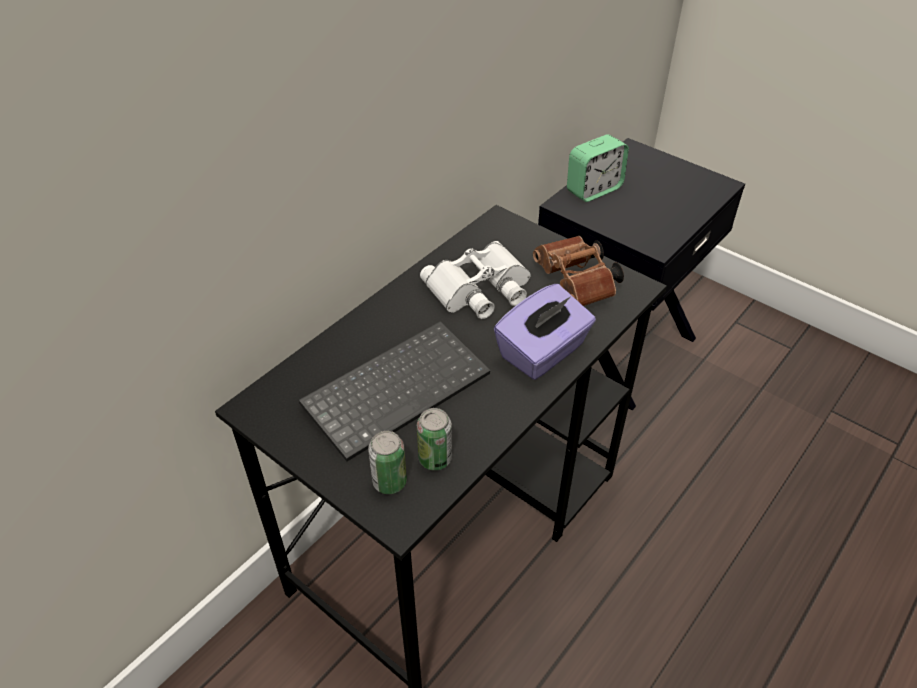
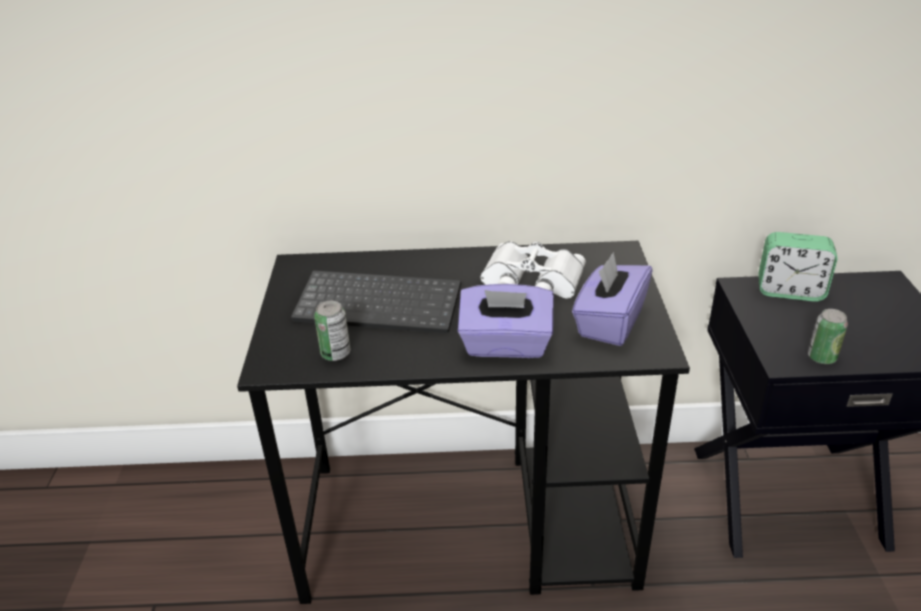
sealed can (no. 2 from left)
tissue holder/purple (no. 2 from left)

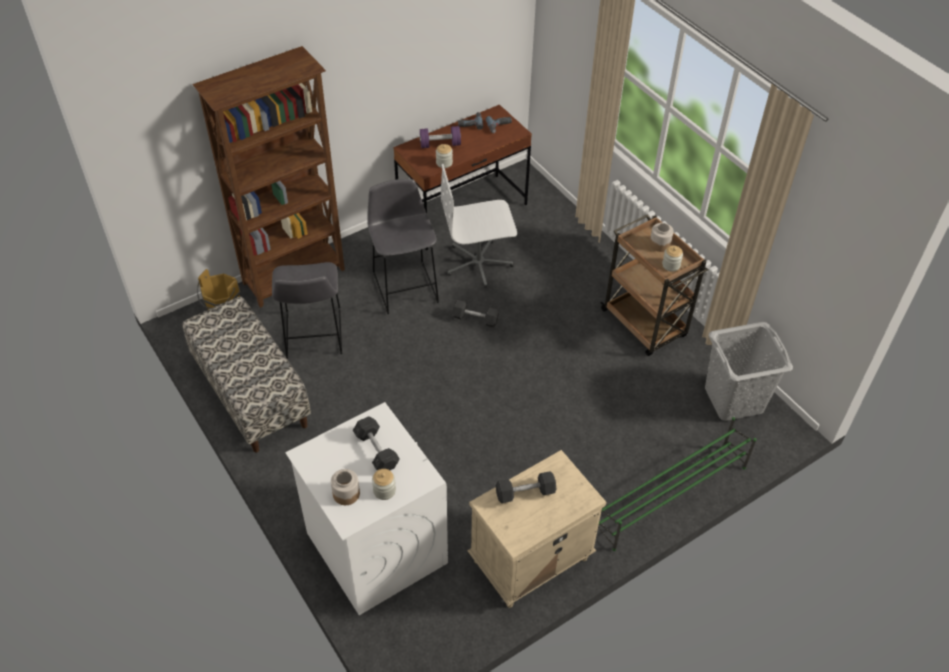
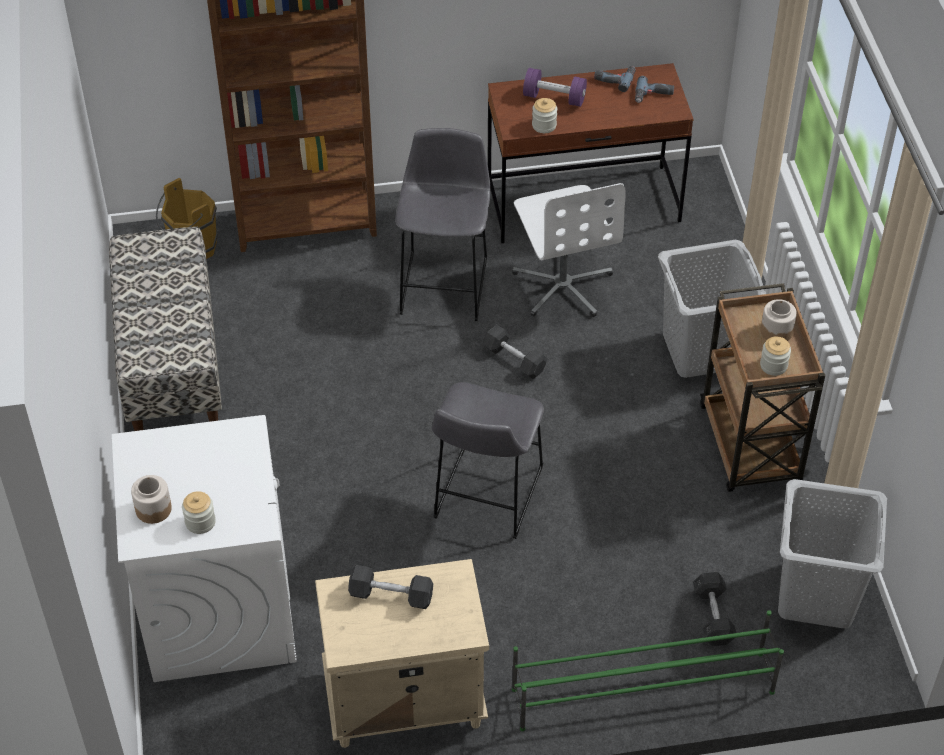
sitting stool/gray (no. 2 from left)
hand weight/gray (no. 3 from left)
office chair/whitish
laundry basket/gray (no. 1 from left)

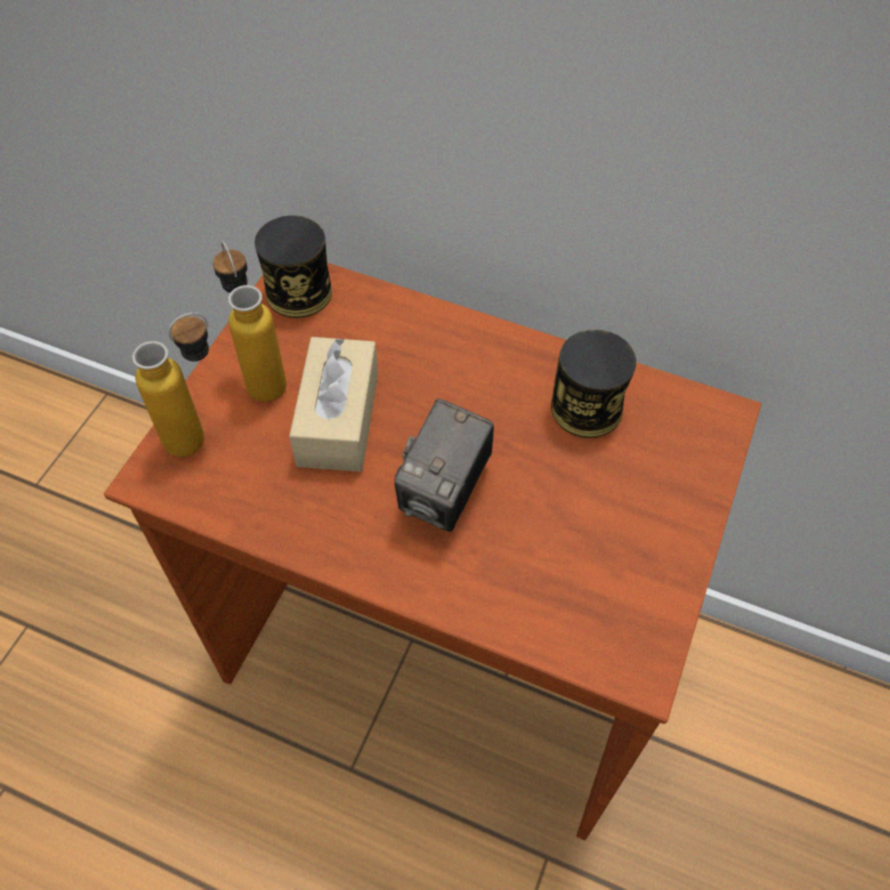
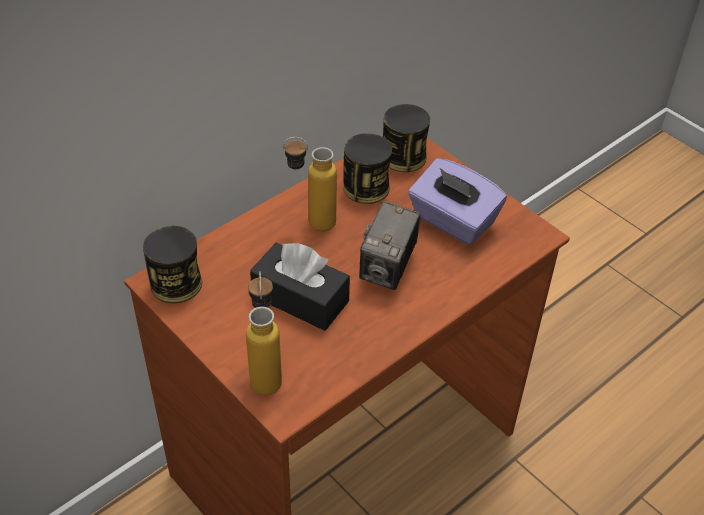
bottle (no. 2 from left)
tissue holder/blackish
still camera
sealed can (no. 3 from left)
tissue holder/purple

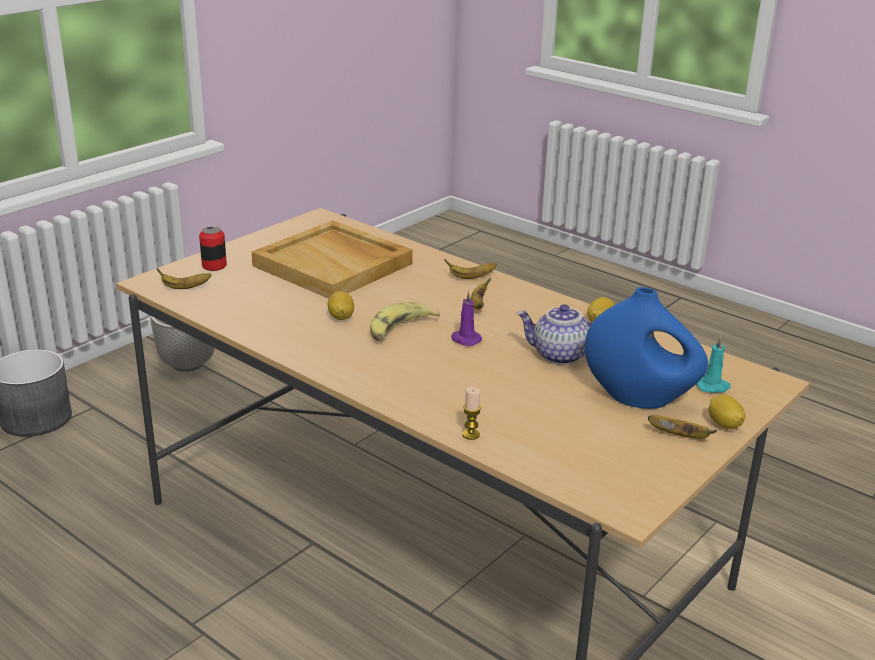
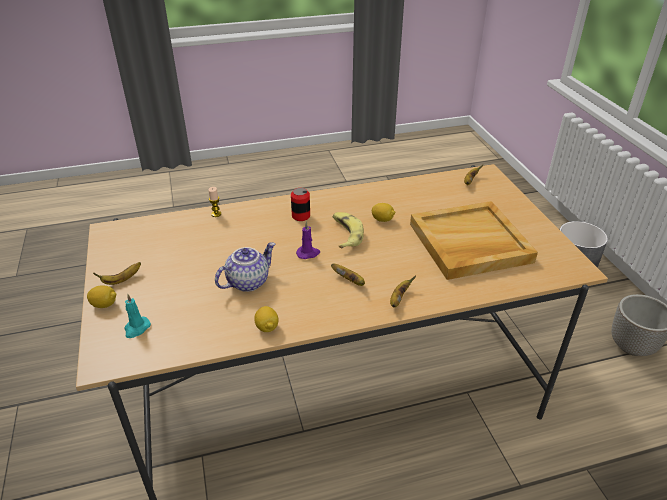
sealed can
vase/blue

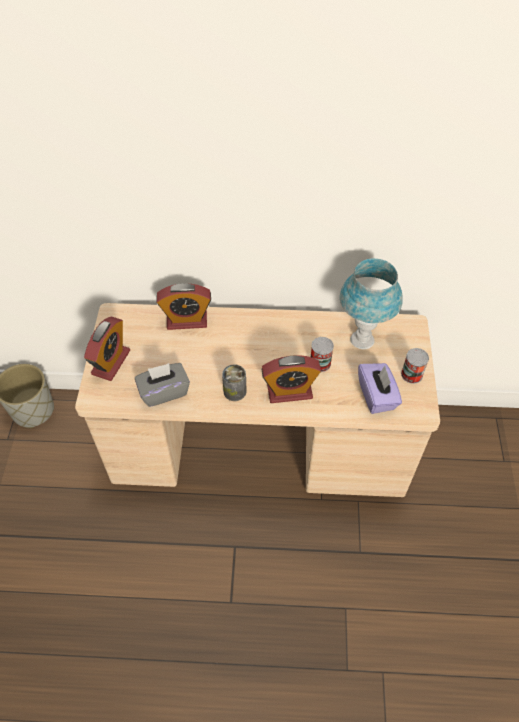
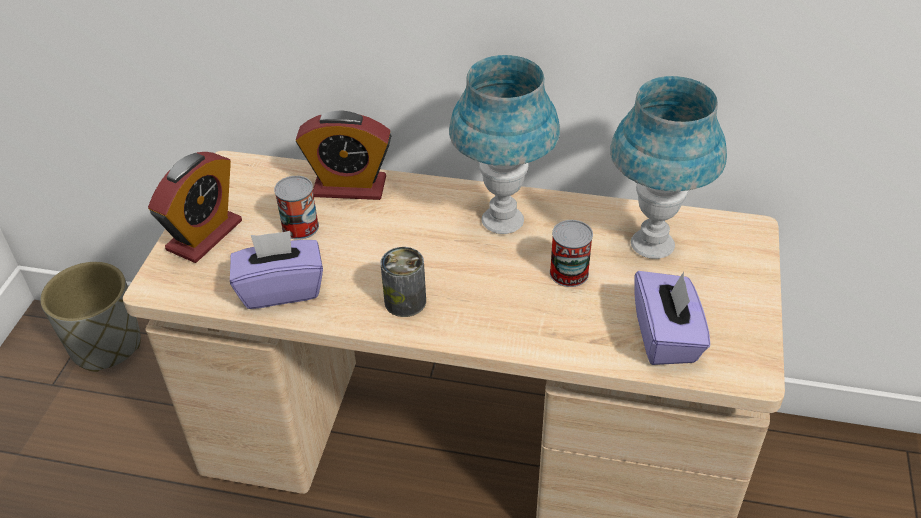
tissue holder/purple (no. 1 from left)
bedside clock (no. 3 from left in the first image)
sealed can (no. 1 from left)
tabletop lamp/blue (no. 1 from left)

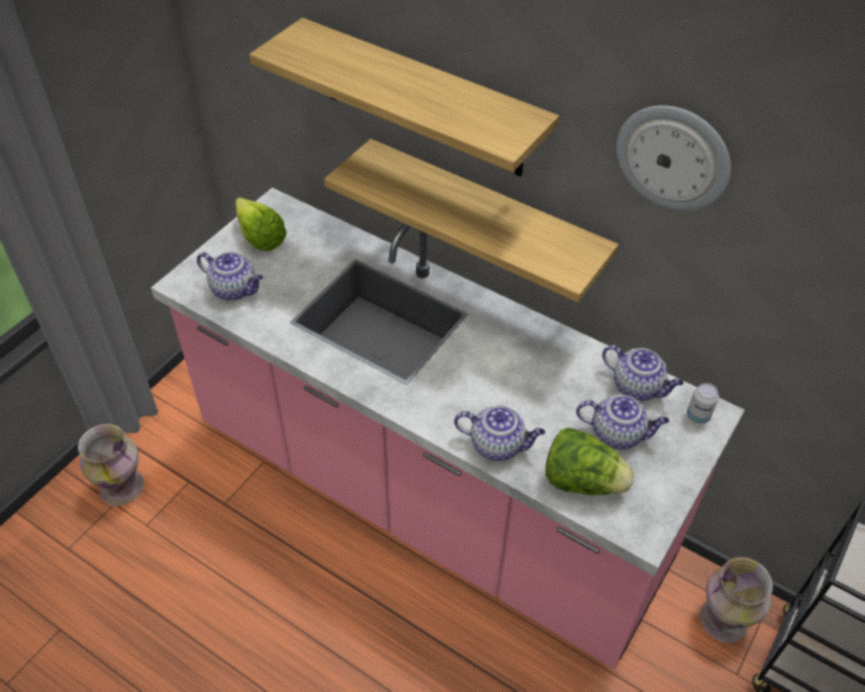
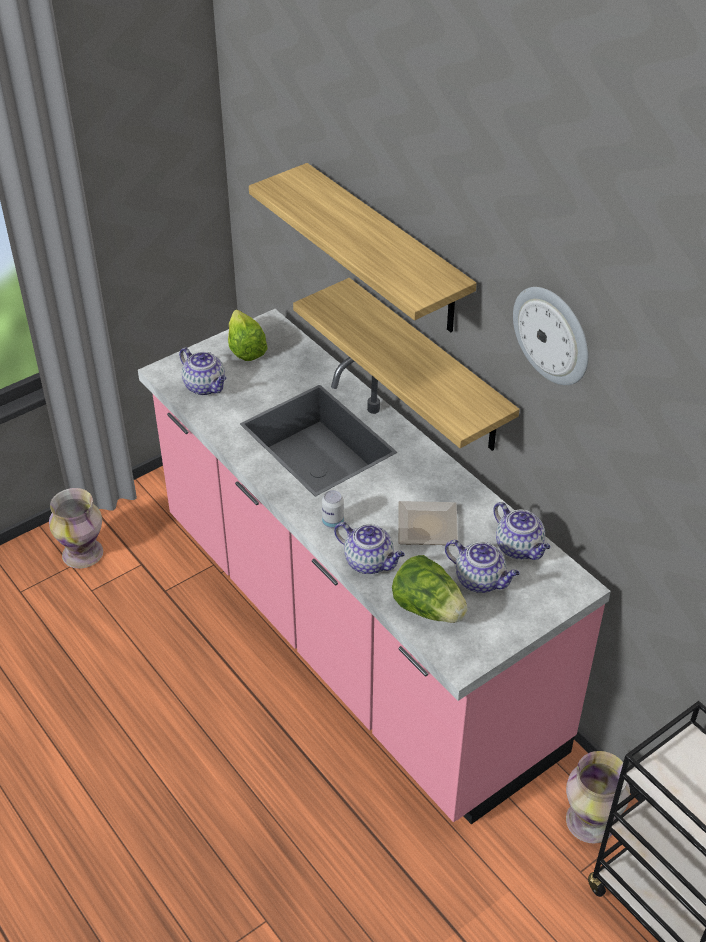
sealed can
flat dish

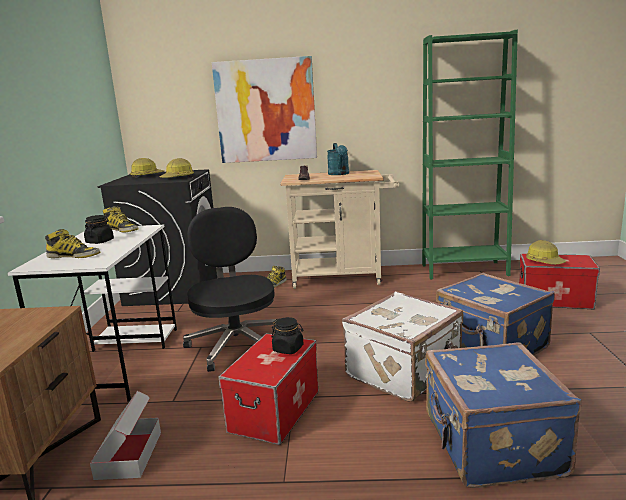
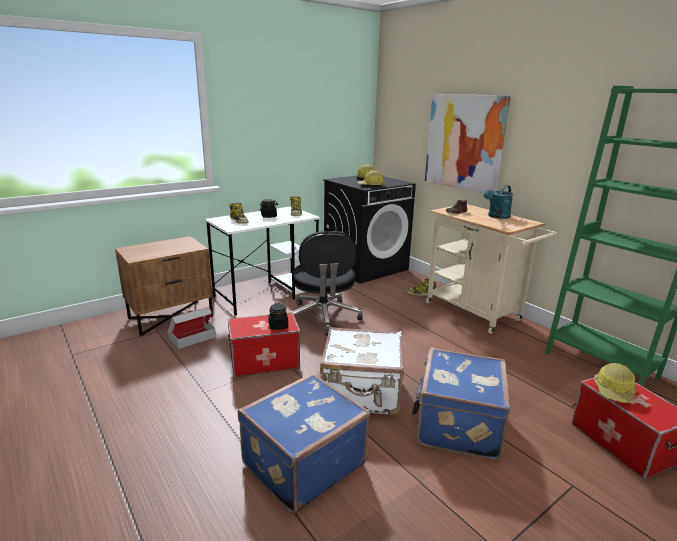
office chair/blackish

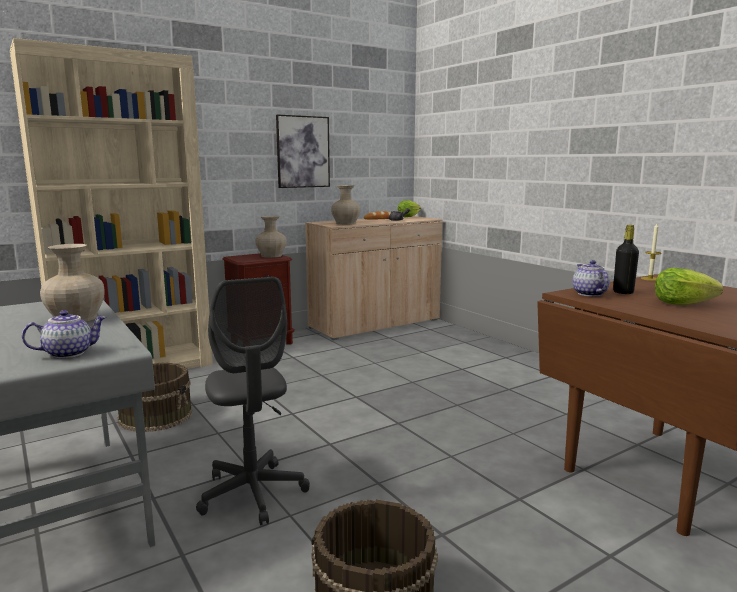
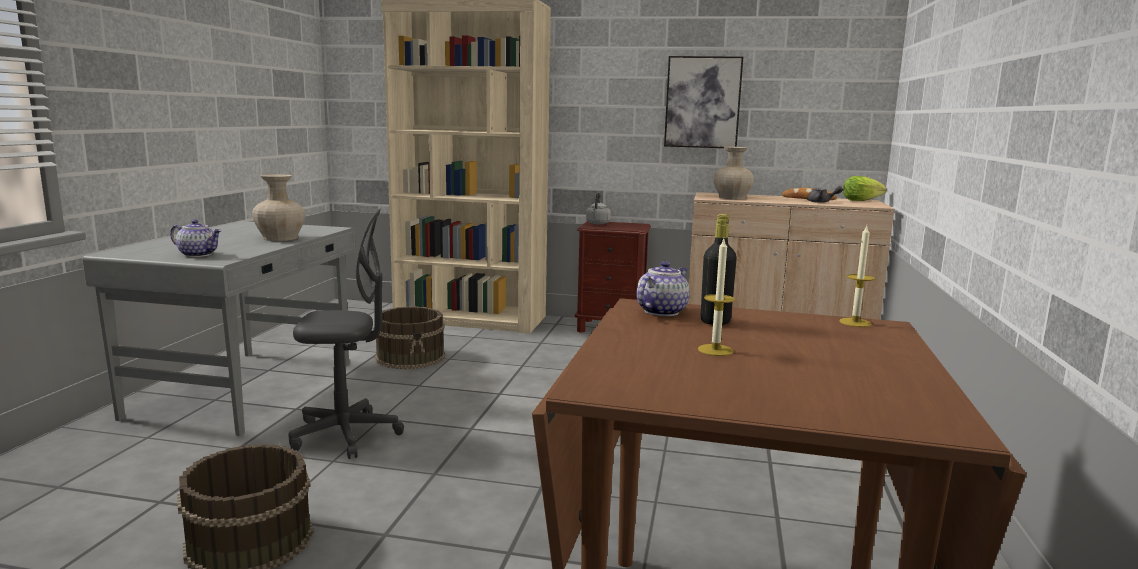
office chair/gray
vase/sand-coloured (no. 2 from left in the first image)
candle (no. 1 from left)
kettle/gray

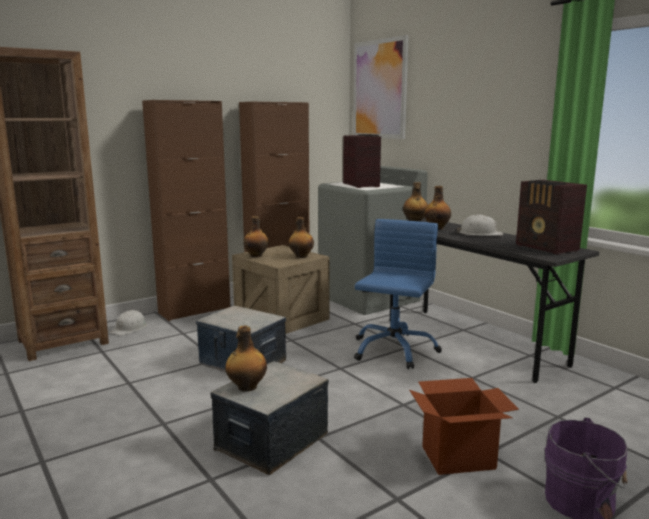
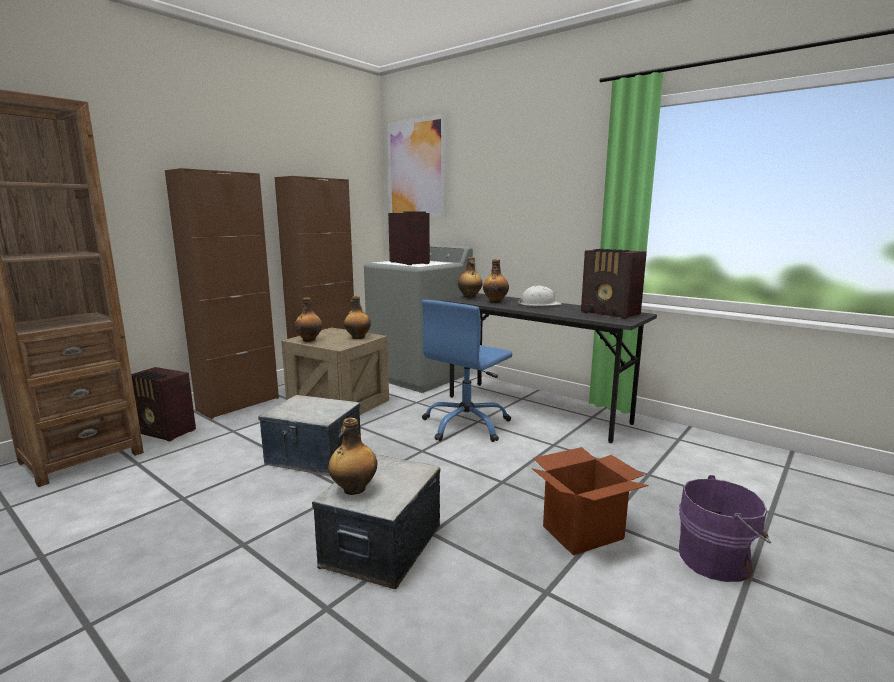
radio (no. 1 from left)
office chair/blue

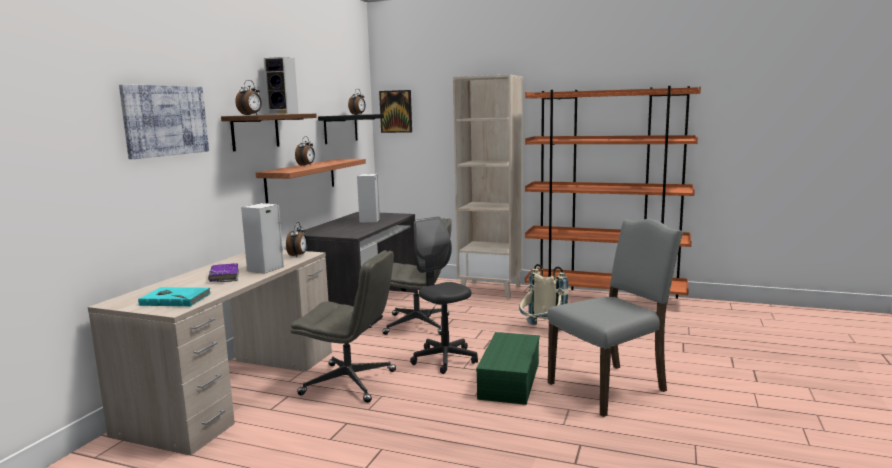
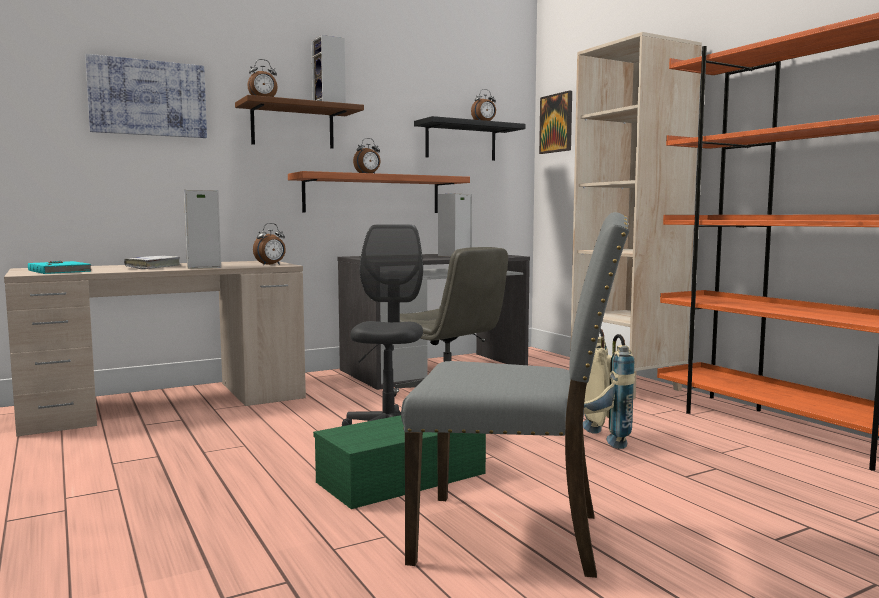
volume/whitish
office chair/gray (no. 1 from left in the first image)

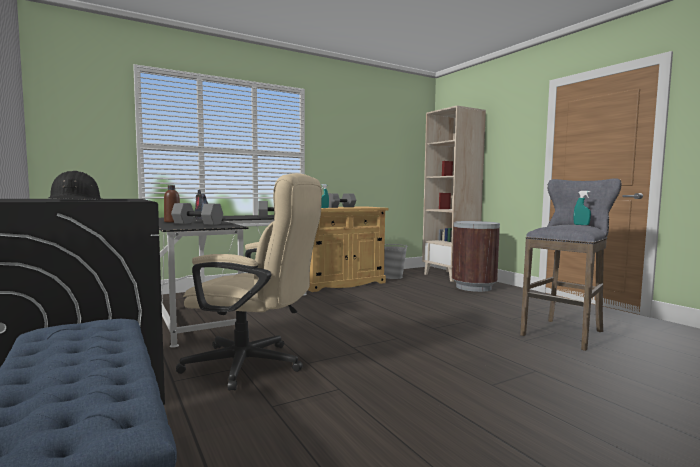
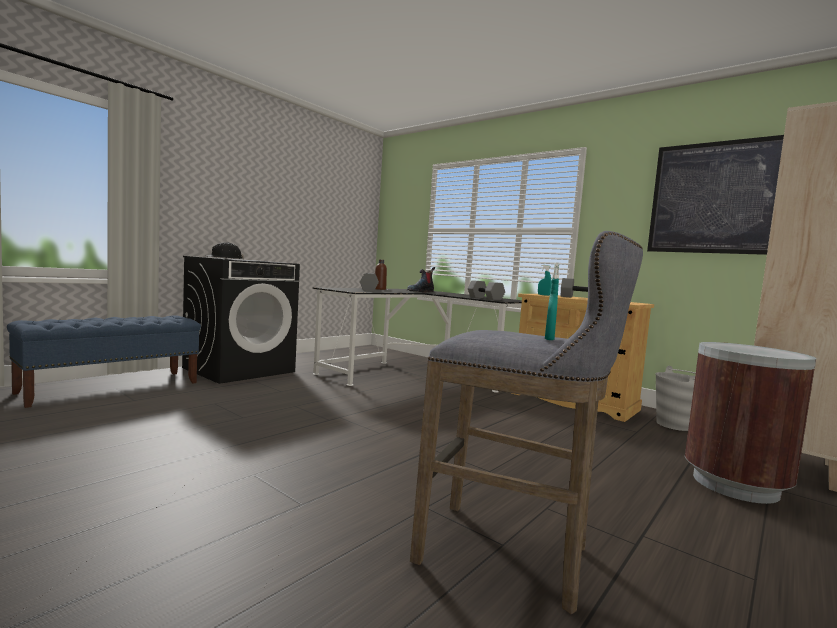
office chair/sand-coloured
wall art

